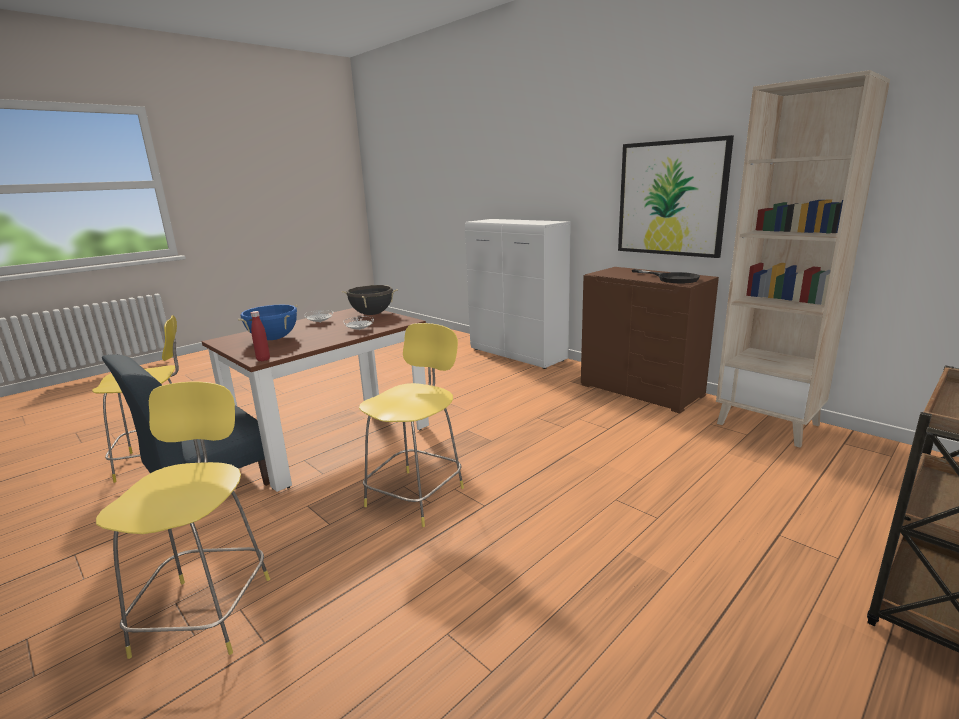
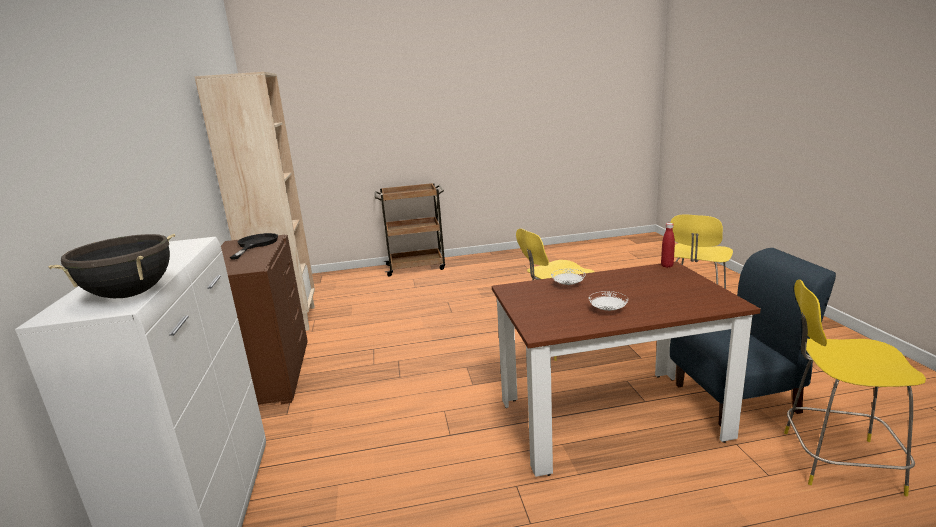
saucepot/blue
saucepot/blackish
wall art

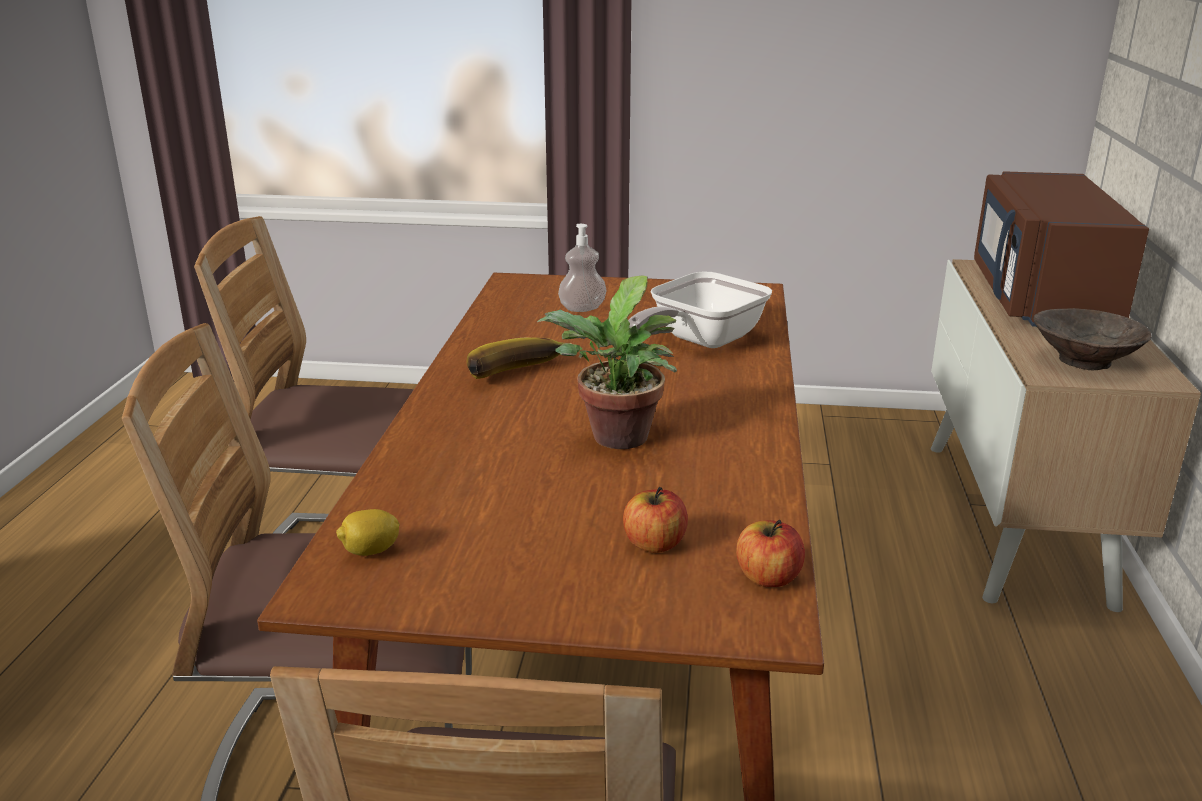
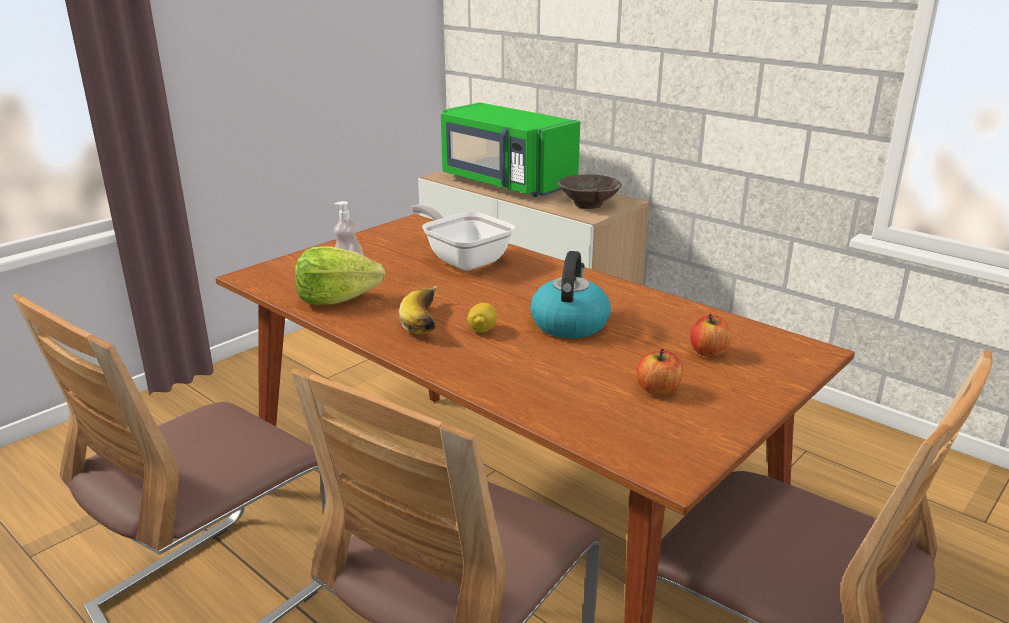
lemon
kettle
skillet
apple (no. 1 from left)
microwave/green
lettuce head

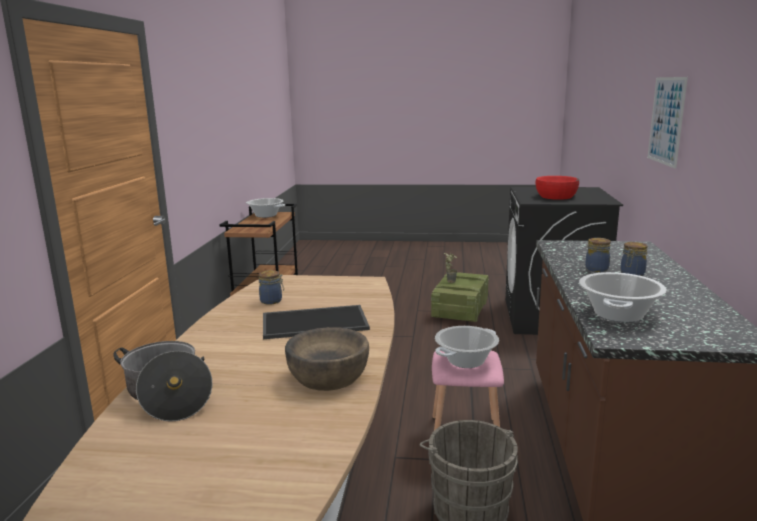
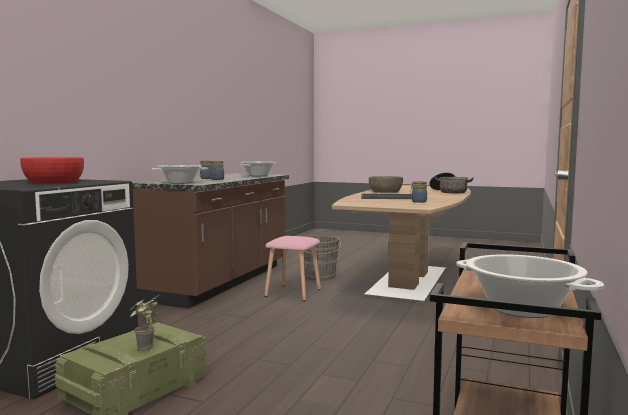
saucepot (no. 1 from left)
wall art

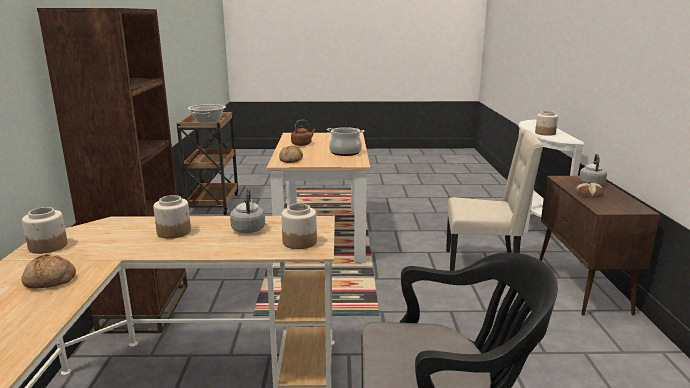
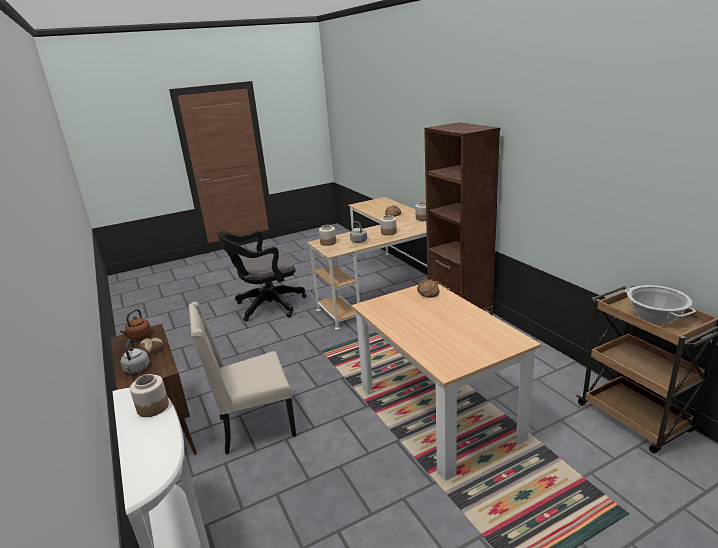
kettle/brownish
saucepot (no. 2 from left in the first image)

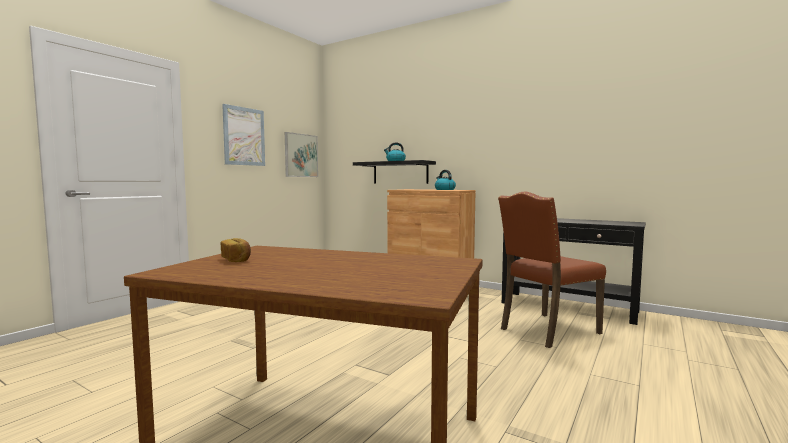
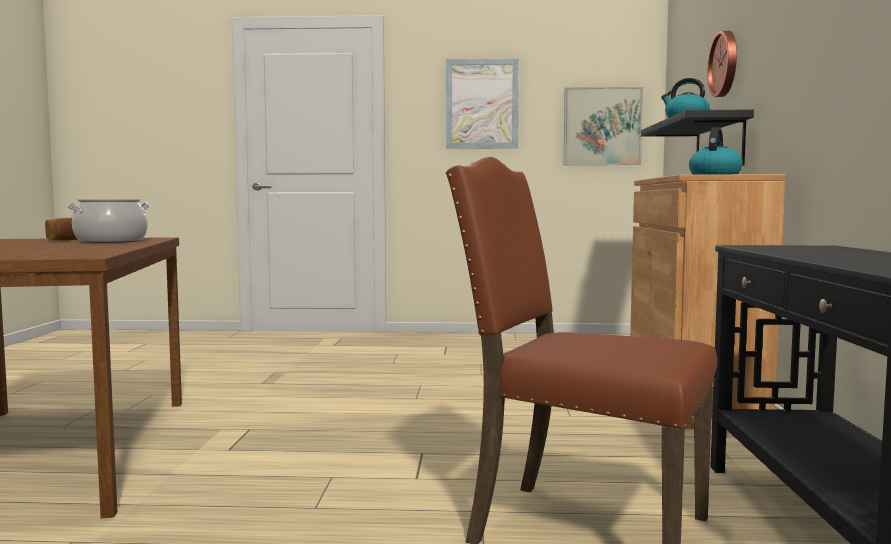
saucepot
hanging clock

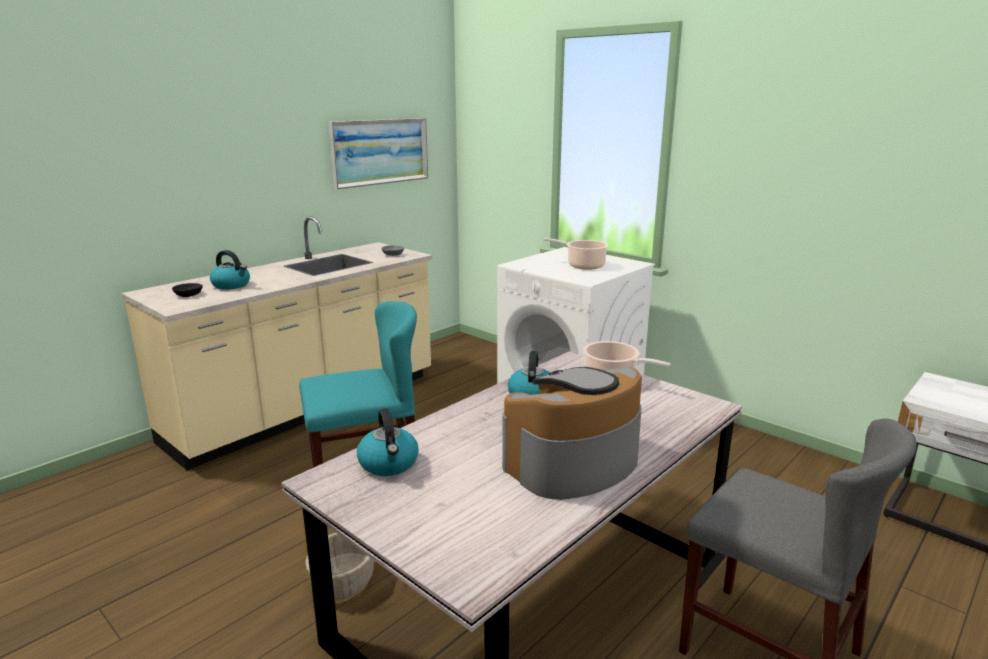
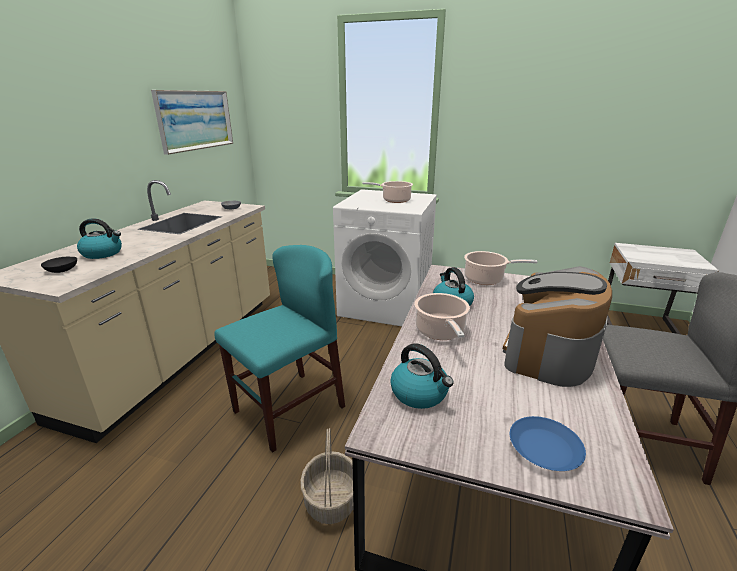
saucepot (no. 2 from left)
flat dish/blue

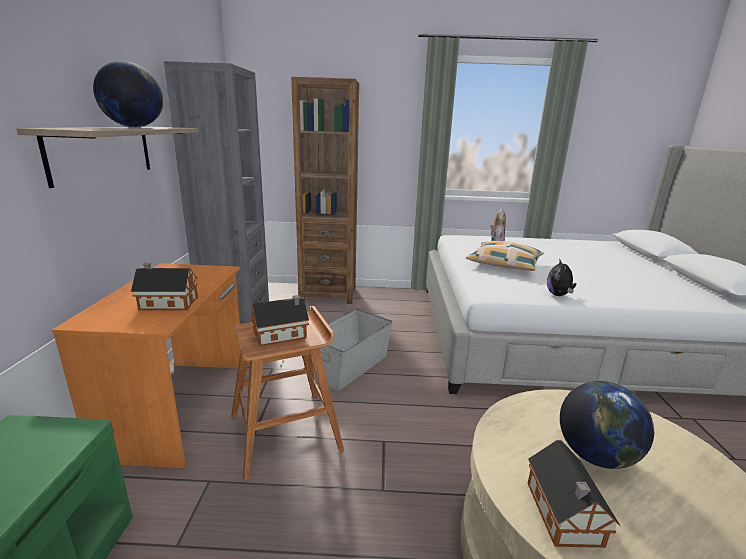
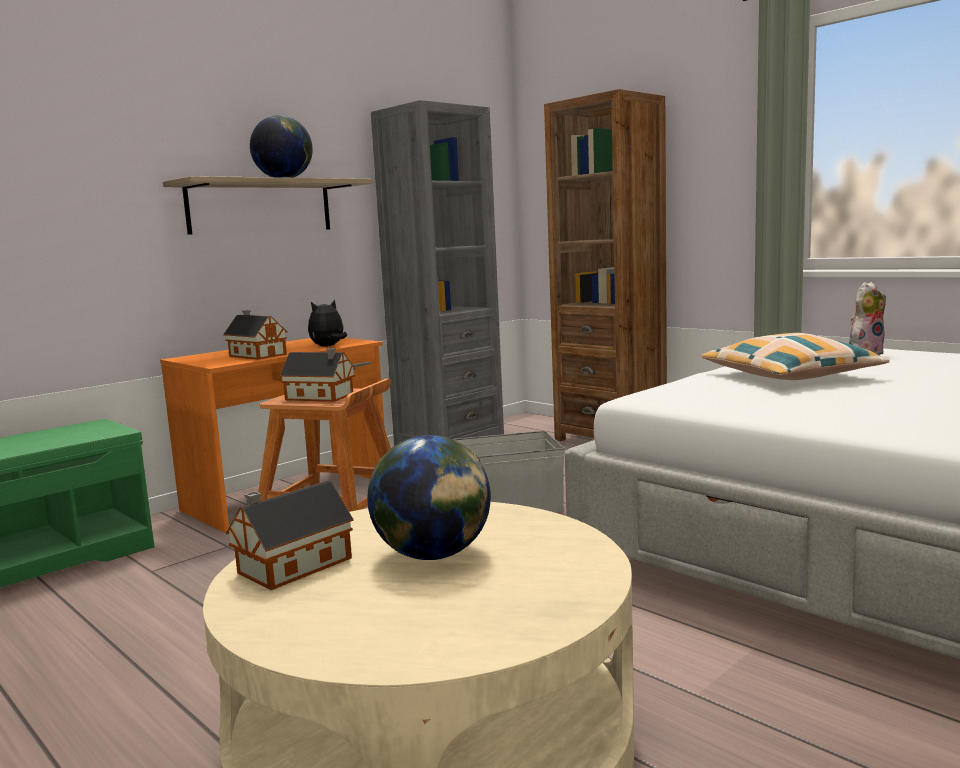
cuddly toy (no. 1 from left)

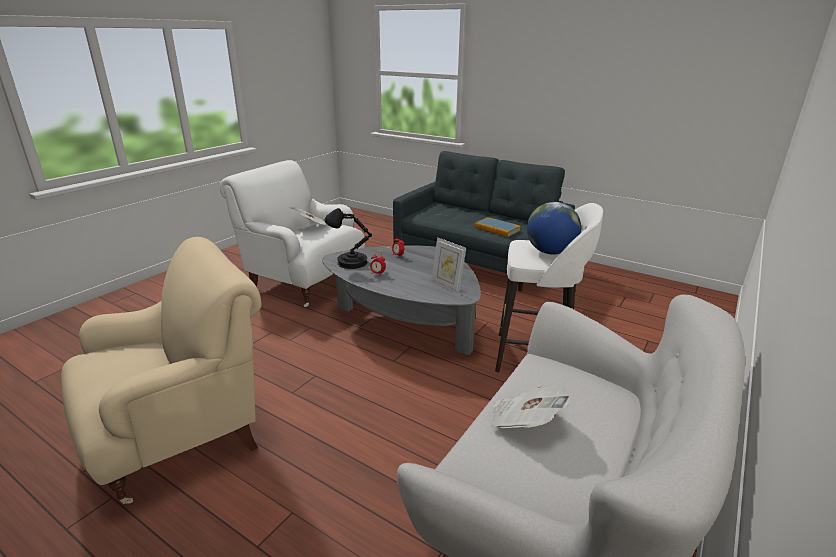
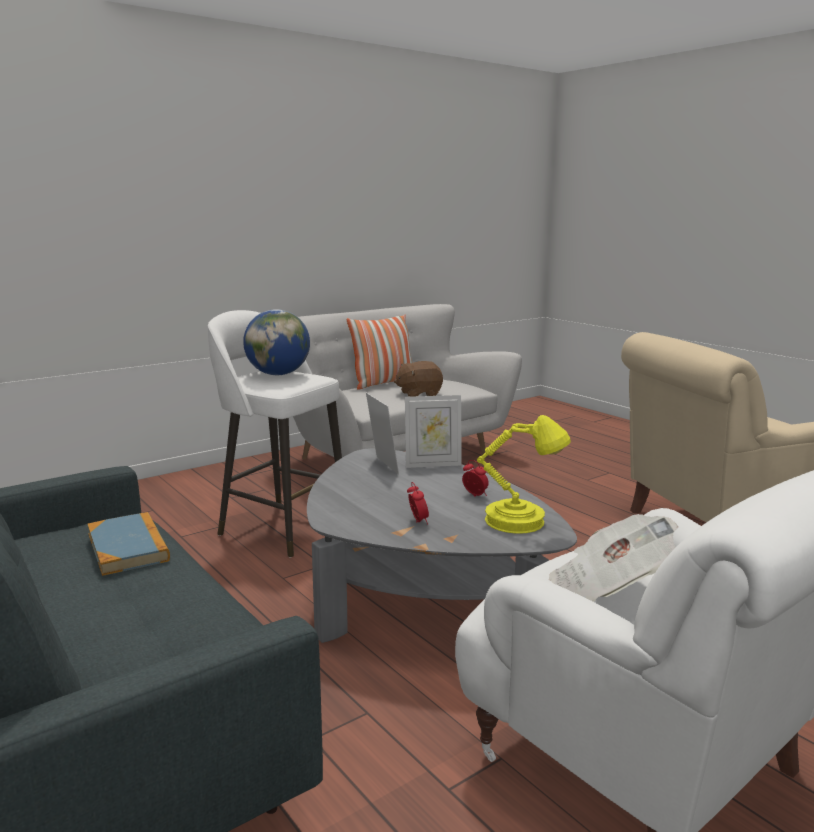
tabletop lamp/yellow-coloured
cuddly toy/brownish
throw pillow
standing frame (no. 2 from left)

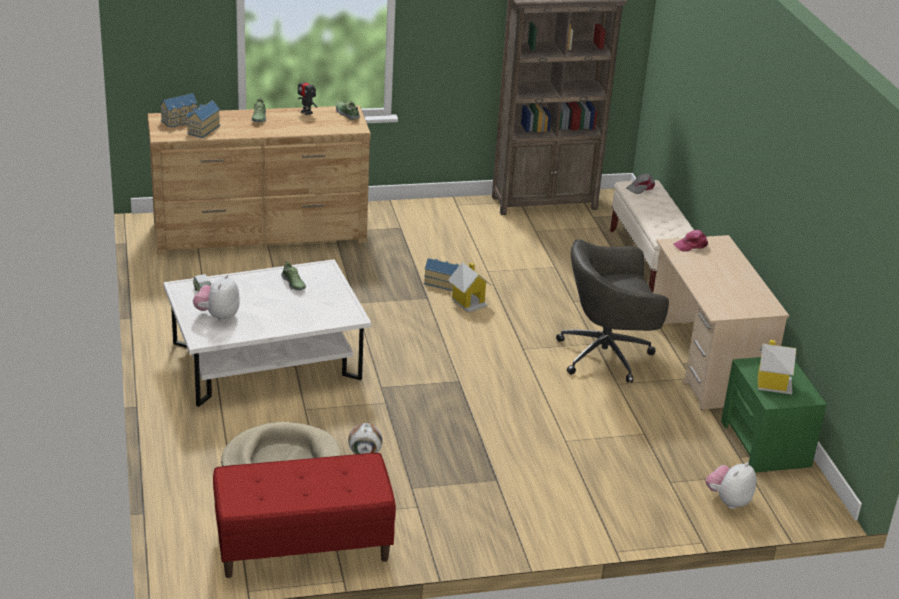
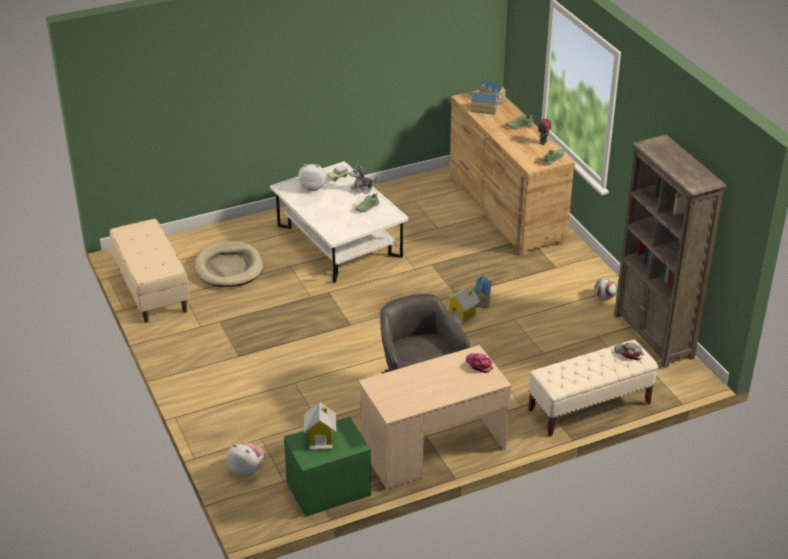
indoor bench/sand-coloured (no. 1 from left)
ball for football
cuddly toy (no. 3 from left)

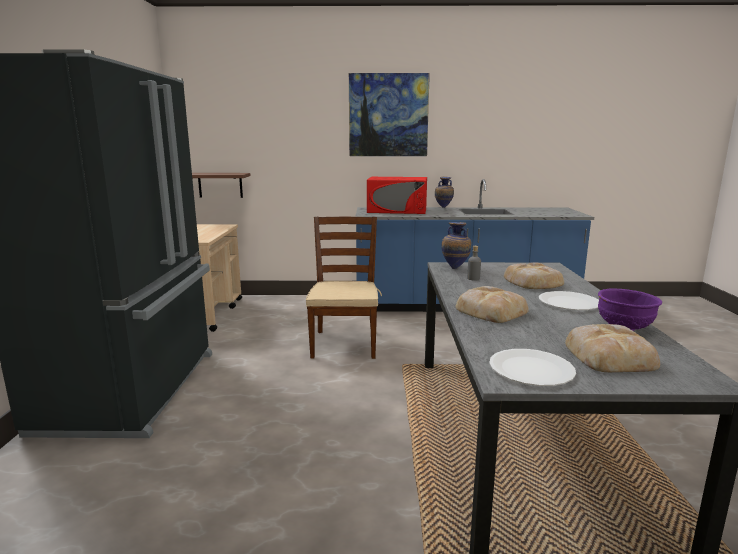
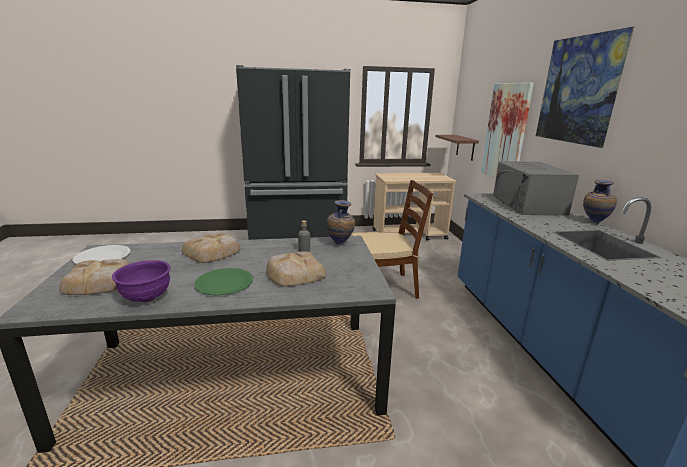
microwave/gray
flat dish/green
wall art (no. 1 from left)

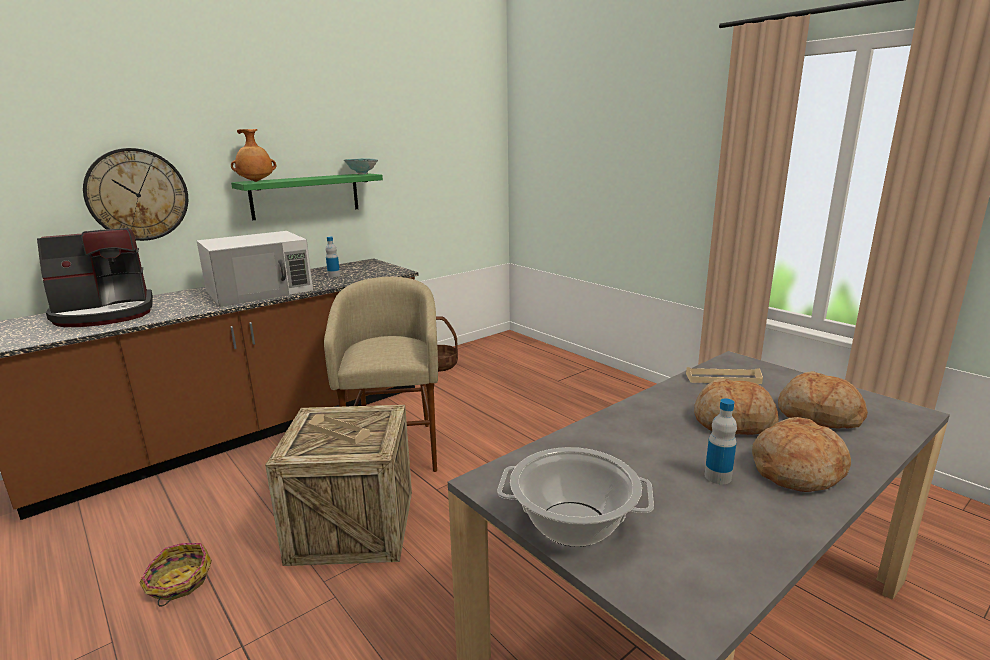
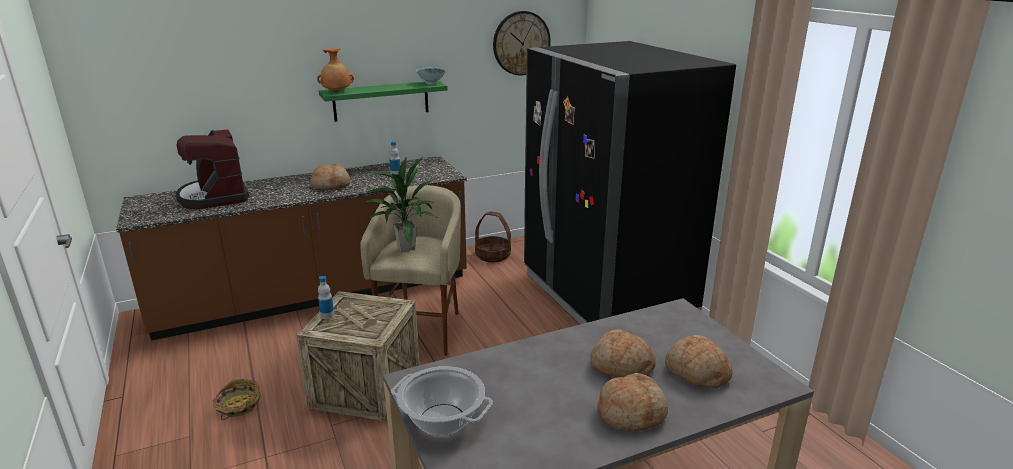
coffee machine
hanging clock
baked bread (no. 1 from left)
carrying tray/sand-coloured (no. 2 from left in the first image)
bottle (no. 1 from left)
houseplant
refrigerator/blackish

